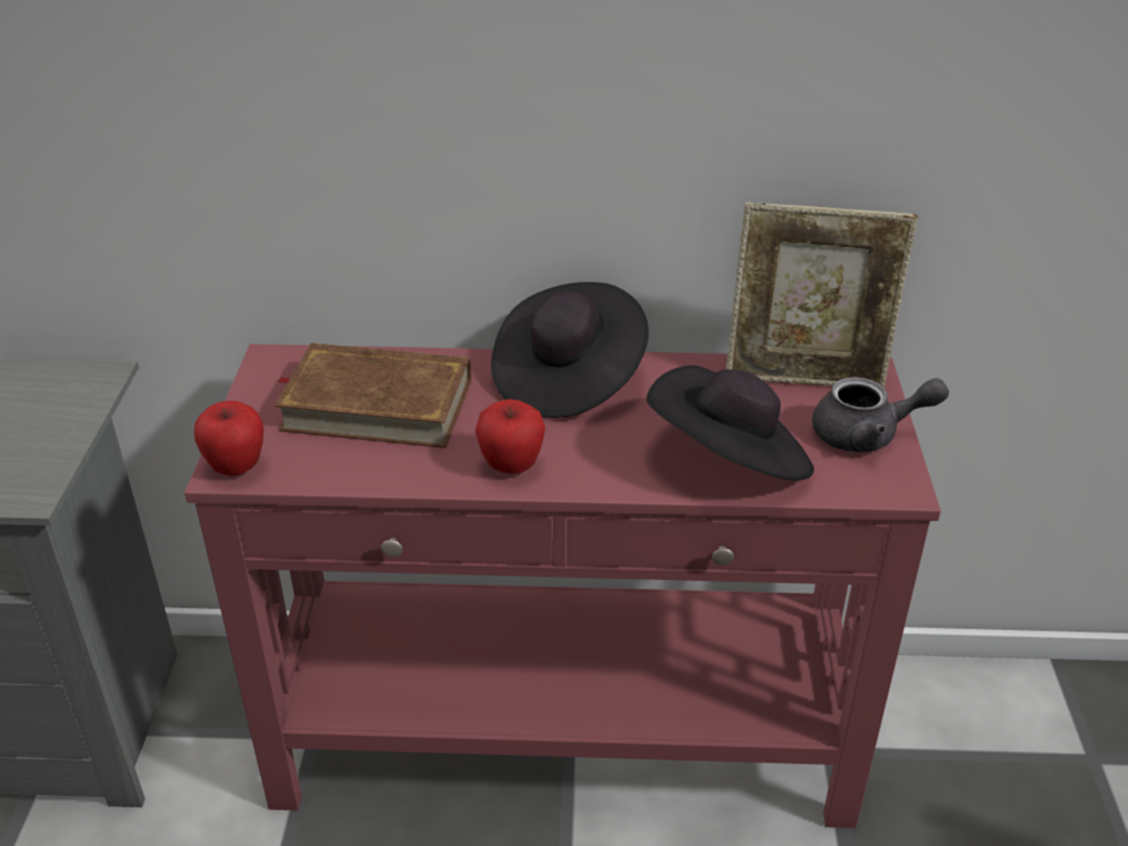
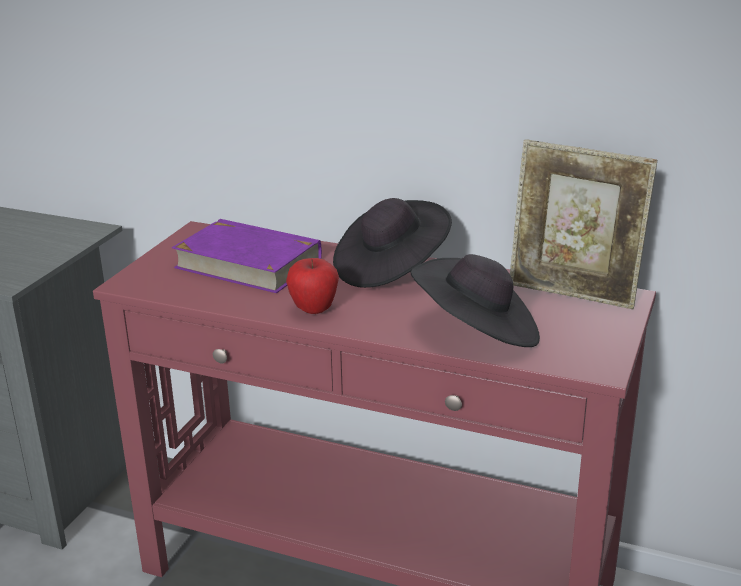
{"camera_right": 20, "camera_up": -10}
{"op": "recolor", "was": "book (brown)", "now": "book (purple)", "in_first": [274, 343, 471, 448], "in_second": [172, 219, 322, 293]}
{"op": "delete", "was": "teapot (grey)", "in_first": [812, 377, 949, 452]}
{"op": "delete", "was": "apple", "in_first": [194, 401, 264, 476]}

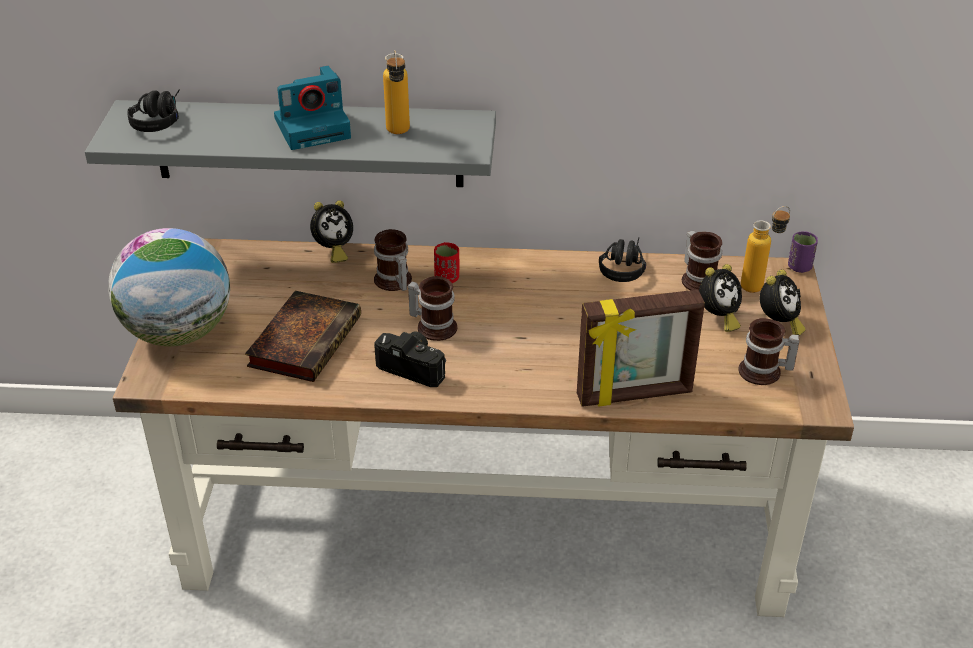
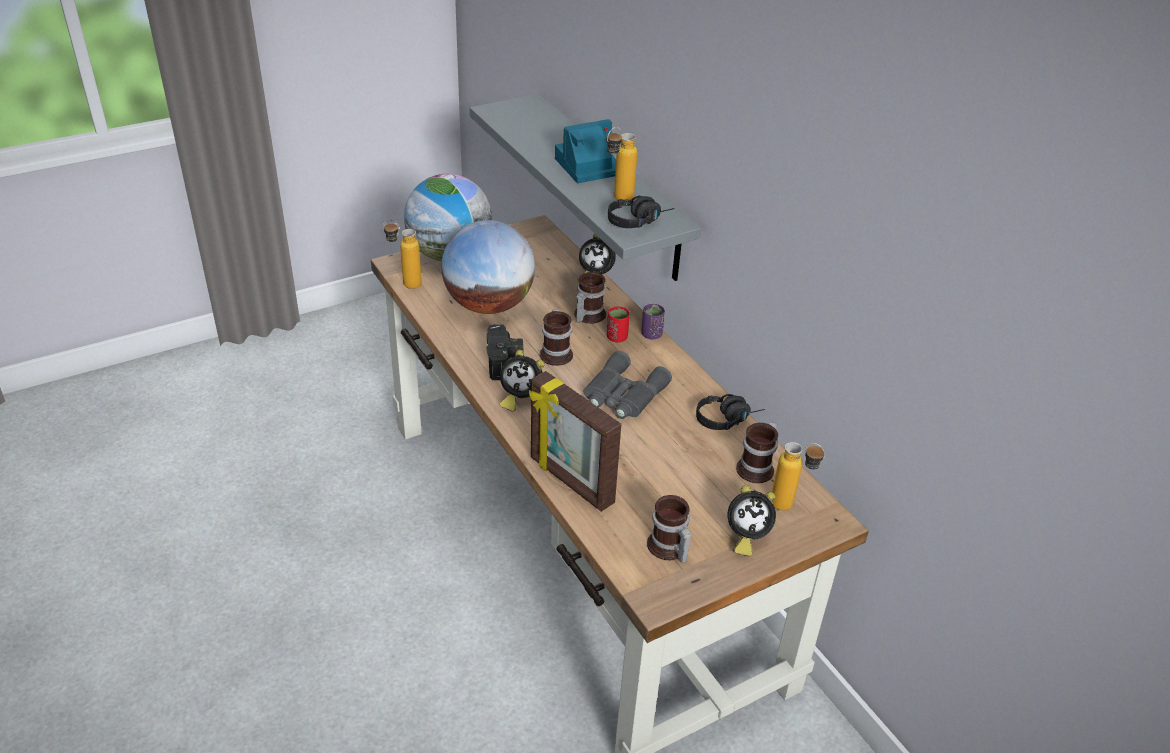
{"camera_right": 55, "camera_up": 0}
{"op": "rotate", "was": "photo camera", "in_first": [274, 66, 351, 150], "in_second": [555, 119, 616, 183], "clockwise": 120}
{"op": "move", "was": "headphones (black)", "in_first": [127, 90, 180, 132], "in_second": [608, 196, 675, 228]}
{"op": "move", "was": "cup (purple)", "in_first": [788, 231, 818, 273], "in_second": [642, 304, 665, 340]}
{"op": "move", "was": "alarm clock", "in_first": [699, 264, 742, 332], "in_second": [500, 350, 545, 412]}
{"op": "replace", "was": "book", "now": "globe", "in_first": [245, 291, 361, 382], "in_second": [441, 220, 535, 314]}
{"op": "insert", "now": "bottle", "in_second": [383, 219, 422, 289]}
{"op": "insert", "now": "binoculars (grey)", "in_second": [584, 351, 672, 419]}

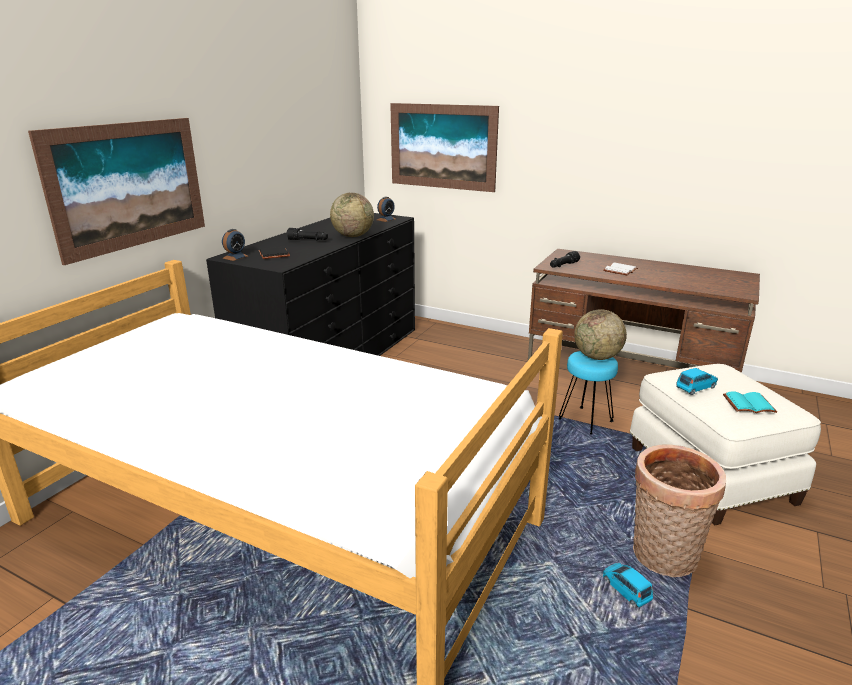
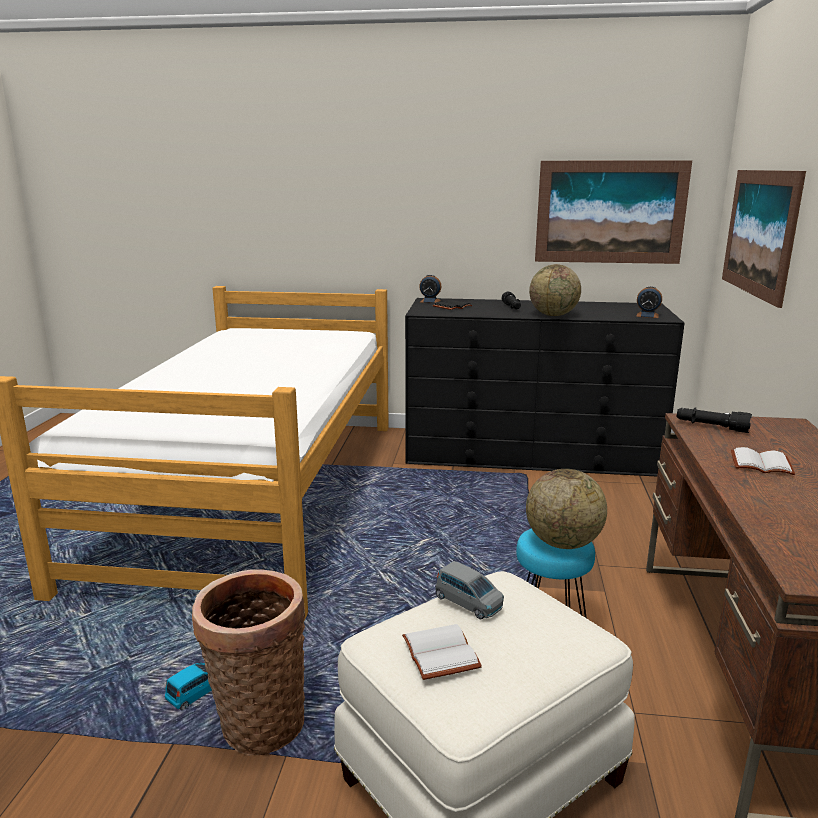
{"camera_right": 70, "camera_up": -5}
{"op": "move", "was": "picture", "in_first": [28, 118, 205, 265], "in_second": [535, 161, 692, 264]}
{"op": "recolor", "was": "toy car (blue)", "now": "toy car (grey)", "in_first": [676, 368, 718, 395], "in_second": [435, 561, 504, 619]}
{"op": "recolor", "was": "book (turquoise)", "now": "book (white)", "in_first": [723, 391, 777, 413], "in_second": [402, 624, 482, 680]}

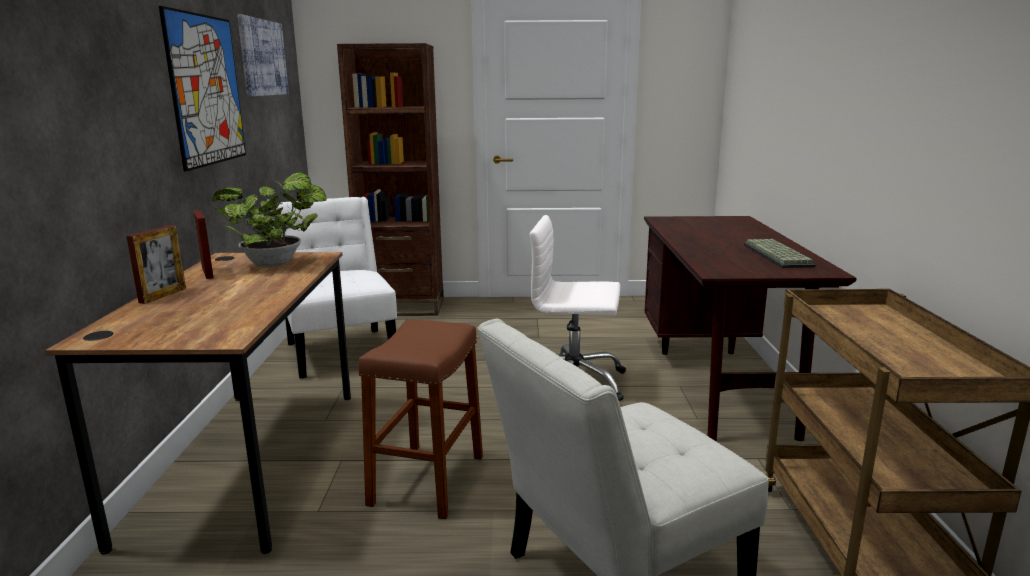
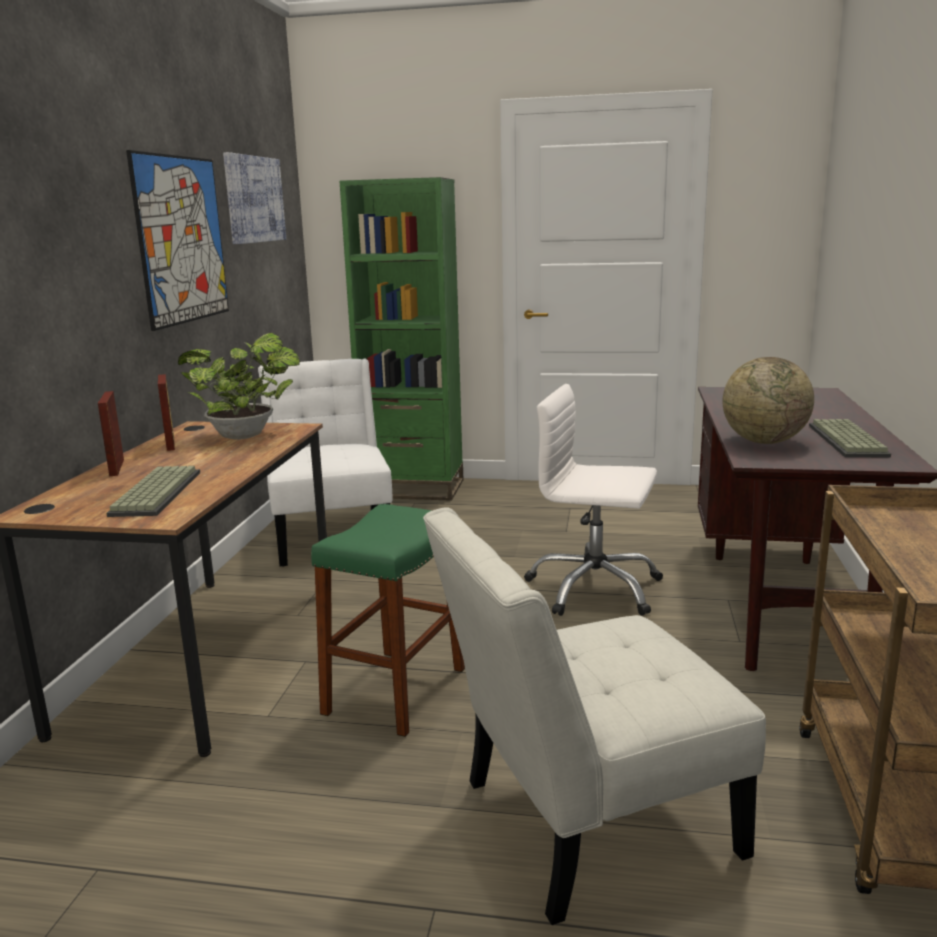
{"camera_right": 10, "camera_up": 0}
{"op": "recolor", "was": "bookcase (brown)", "now": "bookcase (green)", "in_first": [337, 43, 444, 316], "in_second": [339, 177, 463, 501]}
{"op": "rotate", "was": "picture frame", "in_first": [127, 225, 186, 304], "in_second": [98, 391, 124, 476], "clockwise": 135}
{"op": "recolor", "was": "stool (brown)", "now": "stool (green)", "in_first": [358, 319, 483, 519], "in_second": [311, 504, 465, 737]}
{"op": "insert", "now": "globe", "in_second": [722, 357, 814, 444]}
{"op": "insert", "now": "keyboard", "in_second": [107, 466, 200, 517]}

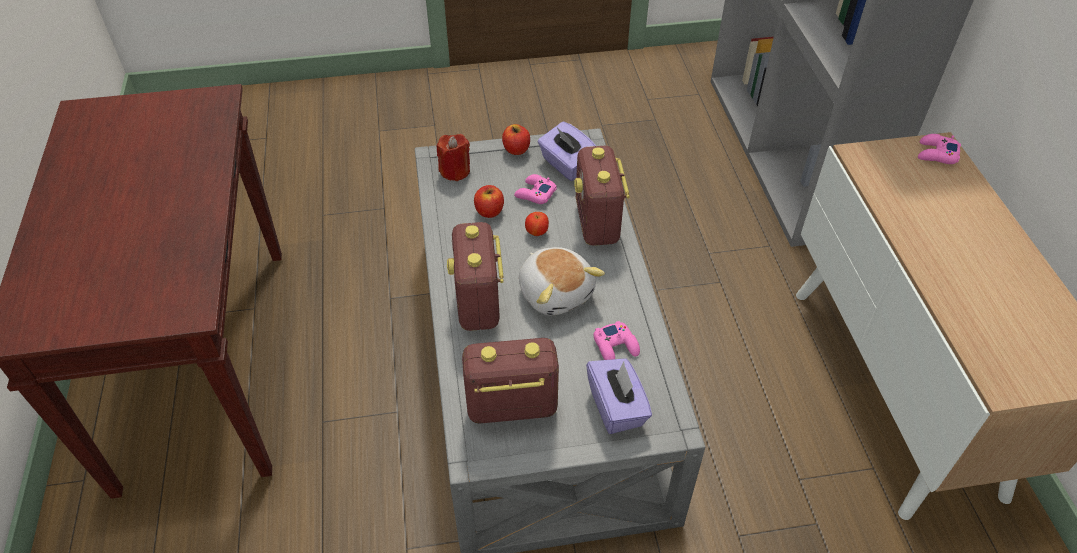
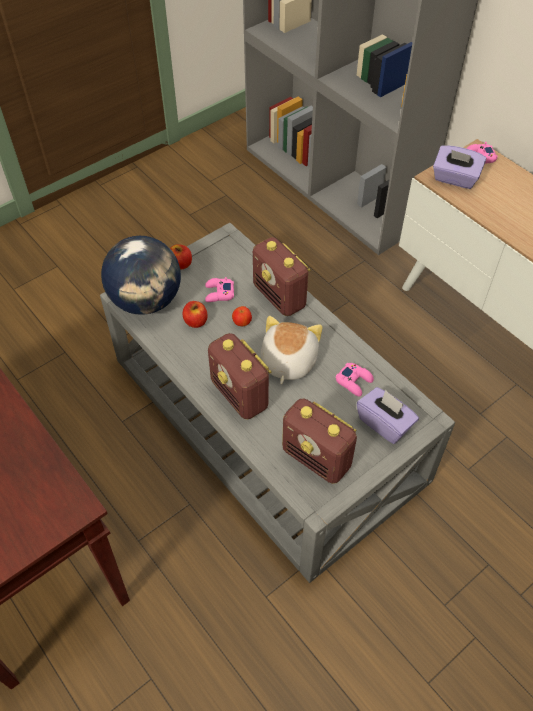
{"camera_right": -30, "camera_up": 5}
{"op": "move", "was": "tissue box (purple)", "in_first": [538, 122, 596, 181], "in_second": [433, 145, 487, 189]}
{"op": "replace", "was": "candle (red)", "now": "globe", "in_first": [437, 134, 470, 181], "in_second": [101, 236, 181, 315]}
{"op": "rotate", "was": "plush toy", "in_first": [519, 247, 605, 316], "in_second": [261, 316, 322, 384], "clockwise": -105}
{"op": "rotate", "was": "radio", "in_first": [462, 338, 559, 424], "in_second": [282, 399, 357, 484], "clockwise": -105}

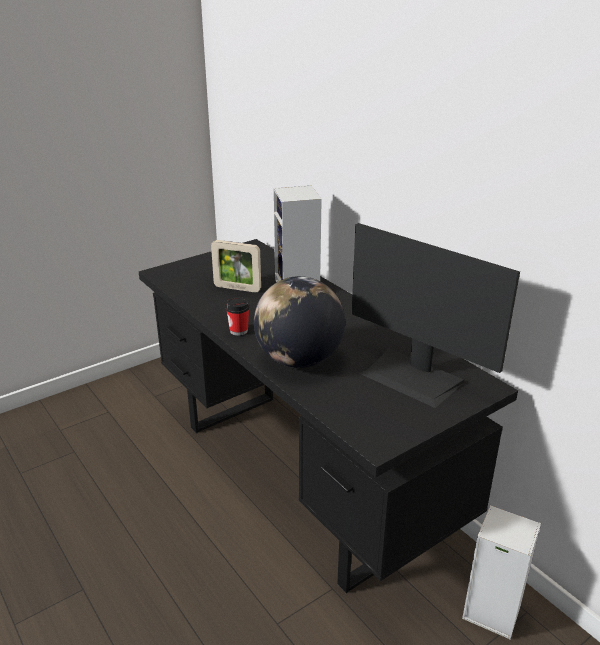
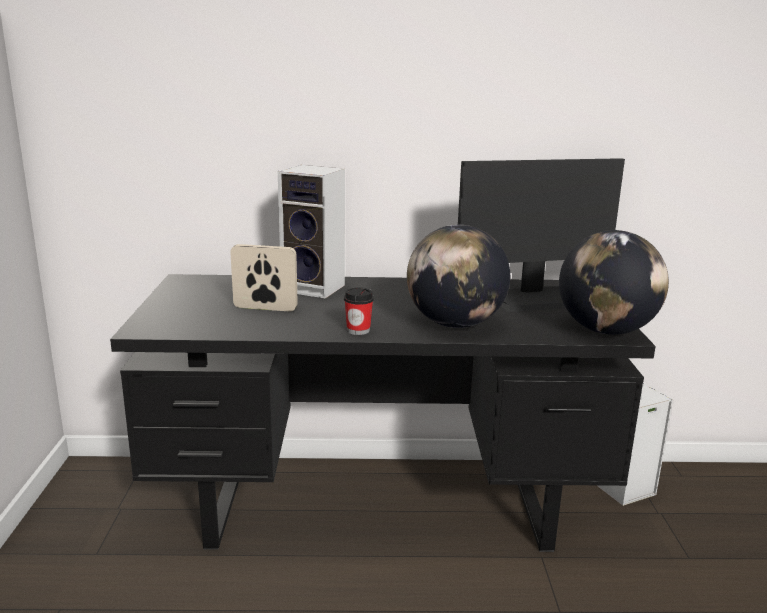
{"camera_right": -55, "camera_up": -10}
{"op": "rotate", "was": "picture frame", "in_first": [211, 240, 261, 293], "in_second": [230, 244, 298, 312], "clockwise": -135}
{"op": "insert", "now": "globe", "in_second": [559, 230, 669, 335]}

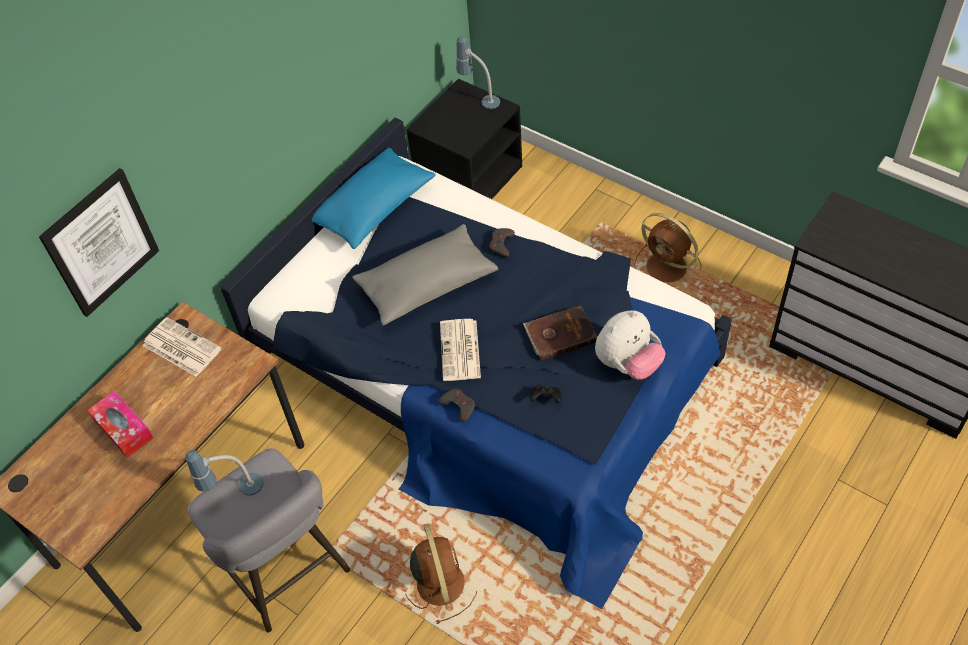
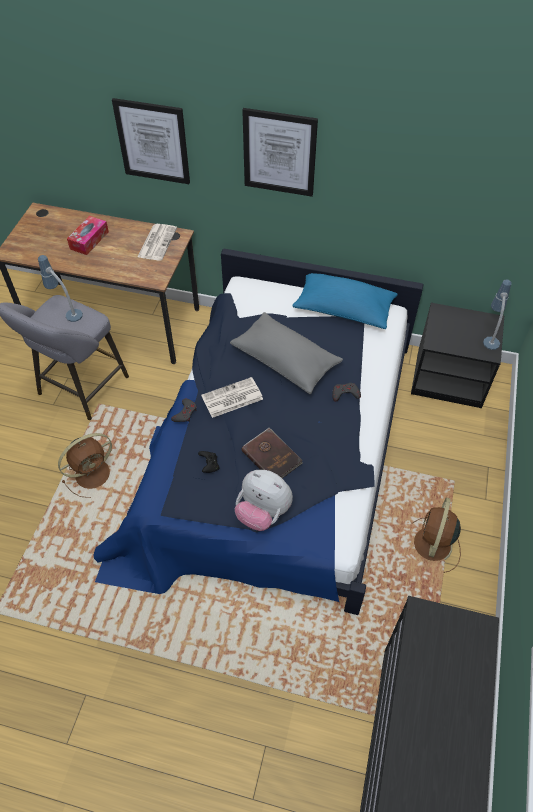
{"camera_right": 65, "camera_up": 0}
{"op": "insert", "now": "picture", "in_second": [242, 108, 318, 197]}

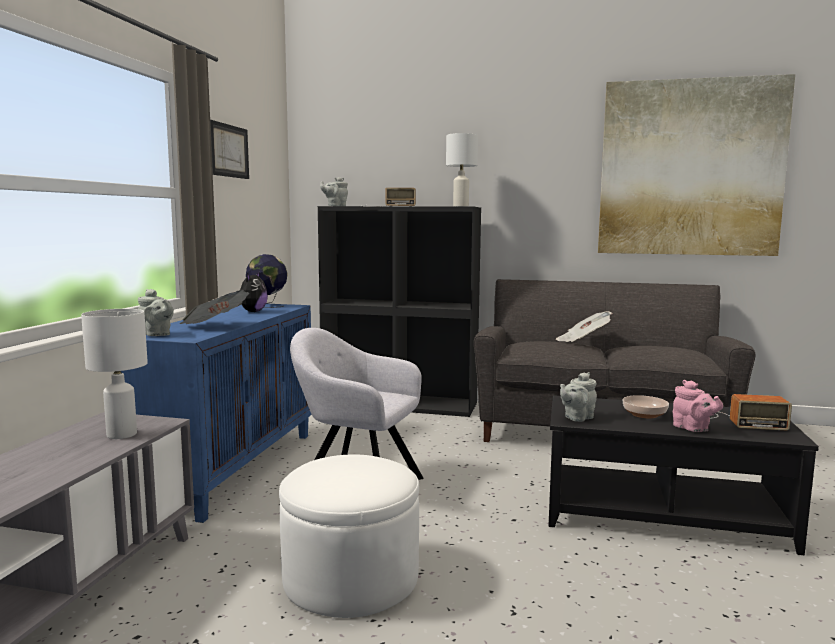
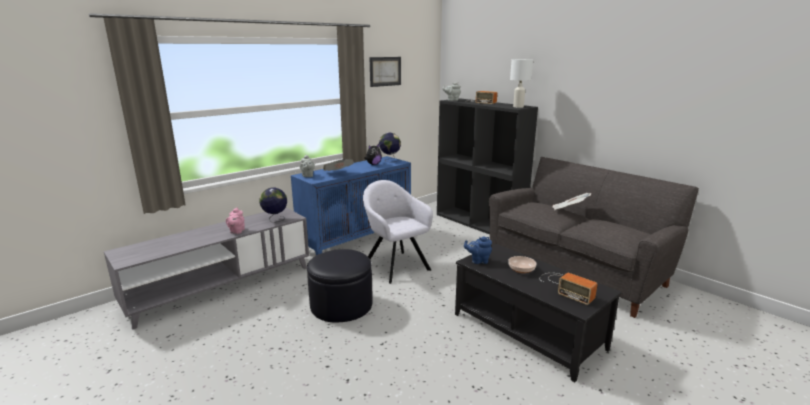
{"camera_right": 35, "camera_up": 10}
{"op": "delete", "was": "picture", "in_first": [598, 74, 795, 256]}
{"op": "replace", "was": "table lamp (white)", "now": "globe", "in_first": [81, 309, 148, 439], "in_second": [259, 187, 287, 222]}
{"op": "recolor", "was": "teapot (grey)", "now": "teapot (blue)", "in_first": [560, 372, 597, 422], "in_second": [464, 237, 492, 264]}
{"op": "move", "was": "teapot (pink)", "in_first": [672, 380, 723, 432], "in_second": [226, 207, 245, 234]}
{"op": "recolor", "was": "ottoman (white)", "now": "ottoman (black)", "in_first": [279, 455, 419, 618], "in_second": [307, 249, 373, 322]}

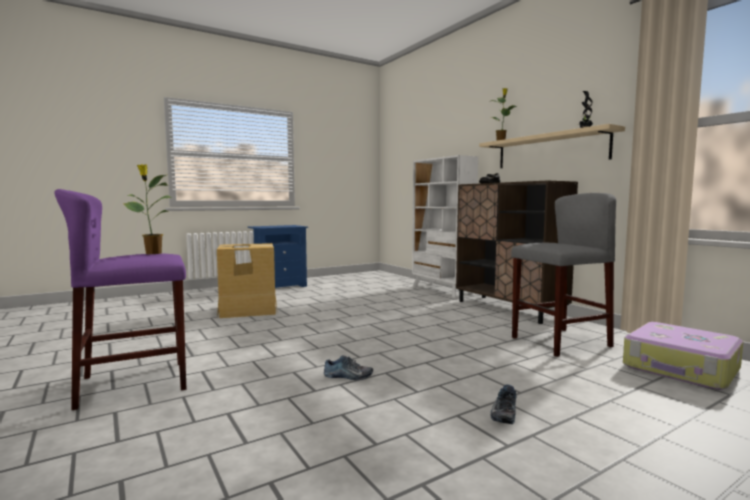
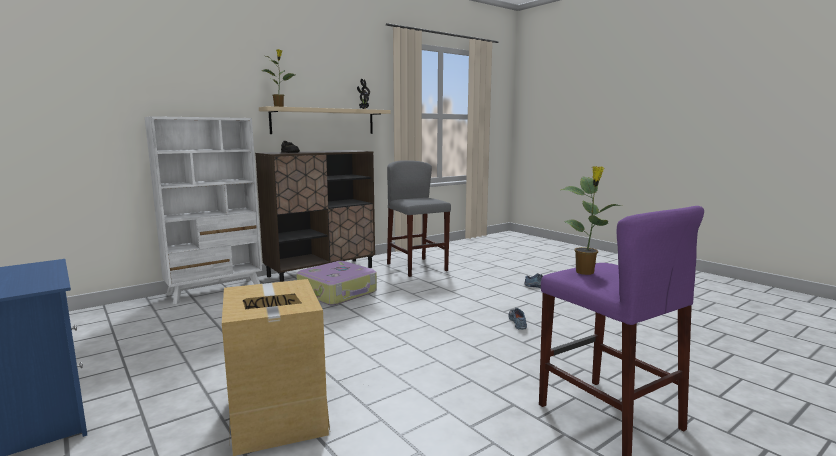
{"camera_right": -95, "camera_up": 5}
{"op": "move", "was": "suitcase", "in_first": [623, 322, 743, 390], "in_second": [296, 261, 377, 305]}

